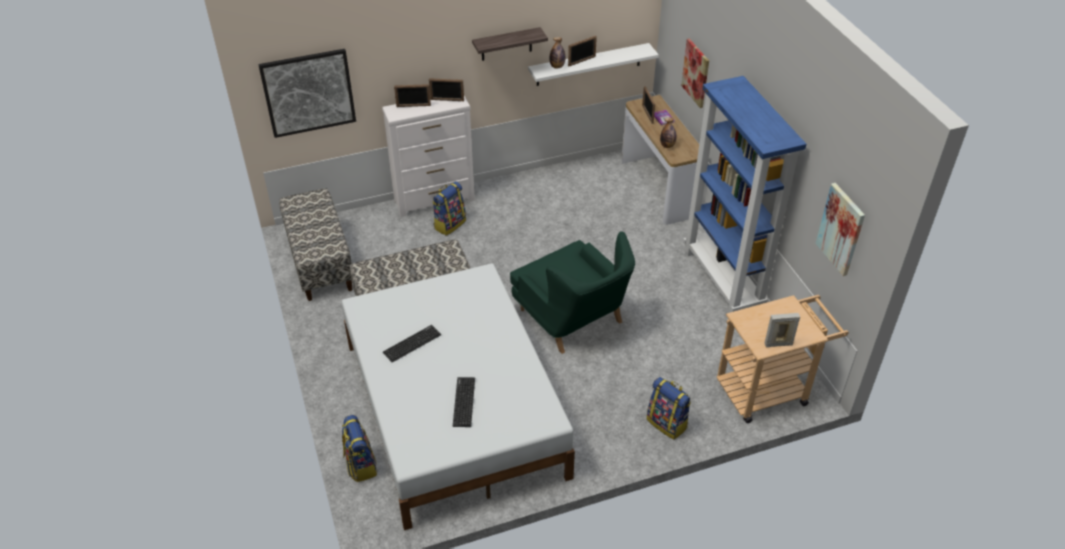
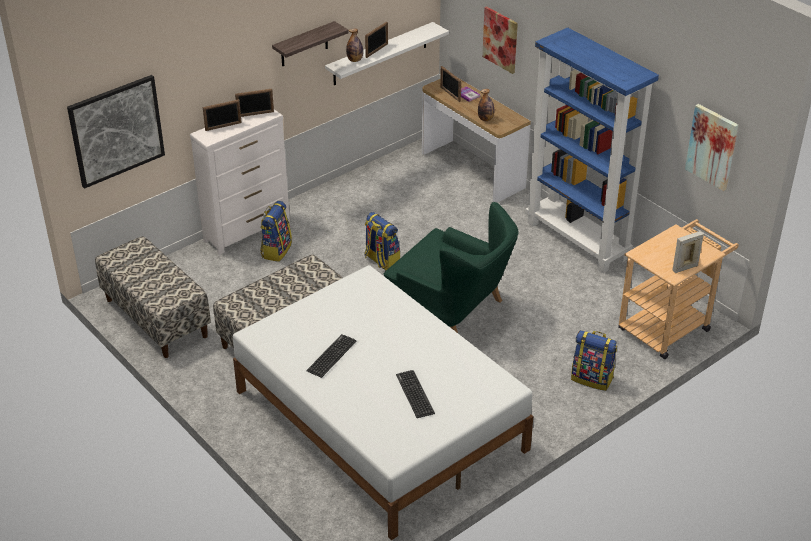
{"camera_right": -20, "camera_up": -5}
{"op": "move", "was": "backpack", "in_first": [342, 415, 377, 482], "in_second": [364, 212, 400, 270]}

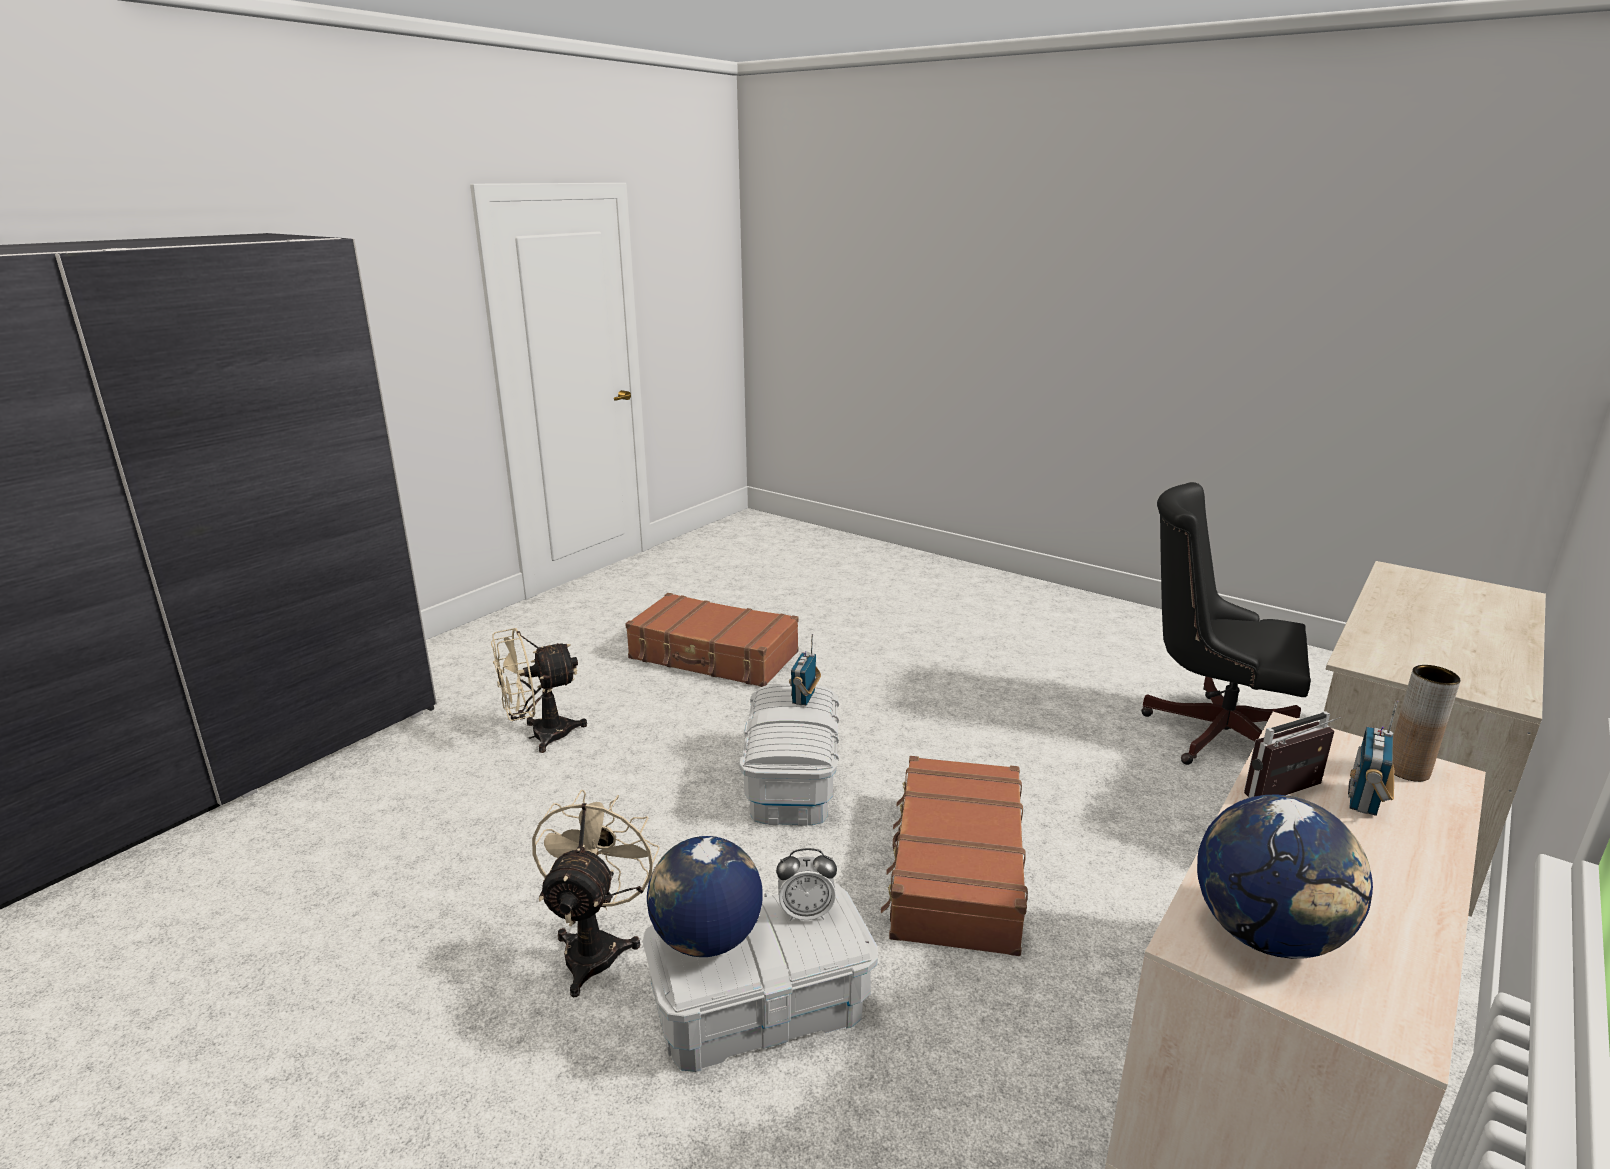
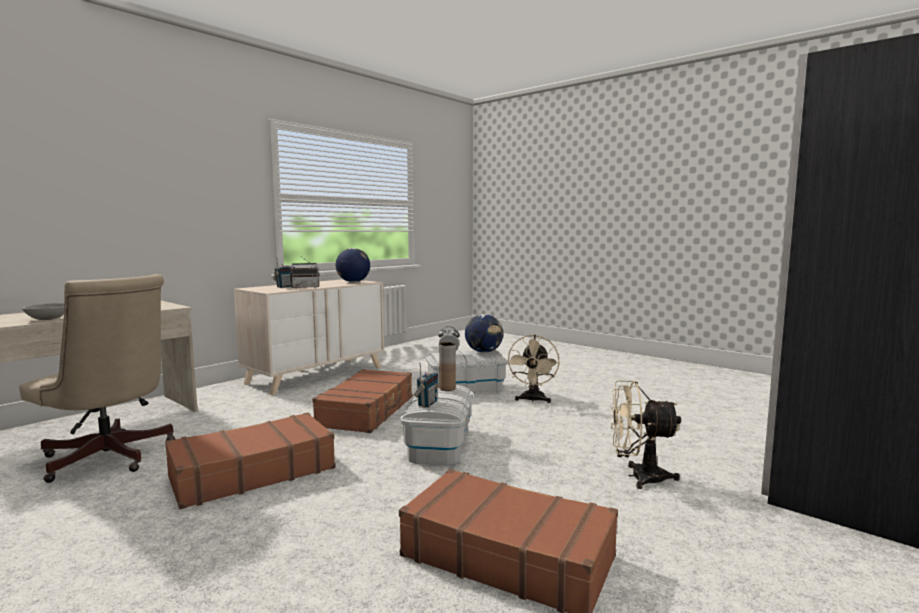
{"camera_right": -175, "camera_up": -15}
{"op": "recolor", "was": "office chair (black)", "now": "office chair (beige)", "in_first": [1141, 482, 1311, 765], "in_second": [19, 274, 175, 483]}
{"op": "rotate", "was": "fan (beige)", "in_first": [491, 628, 587, 753], "in_second": [611, 380, 681, 489], "clockwise": -150}
{"op": "move", "was": "vase (brown)", "in_first": [1393, 665, 1461, 782], "in_second": [439, 342, 456, 391]}
{"op": "insert", "now": "bowl (grey)", "in_second": [22, 303, 64, 320]}
{"op": "insert", "now": "suitcase (brown)", "in_second": [165, 412, 336, 509]}

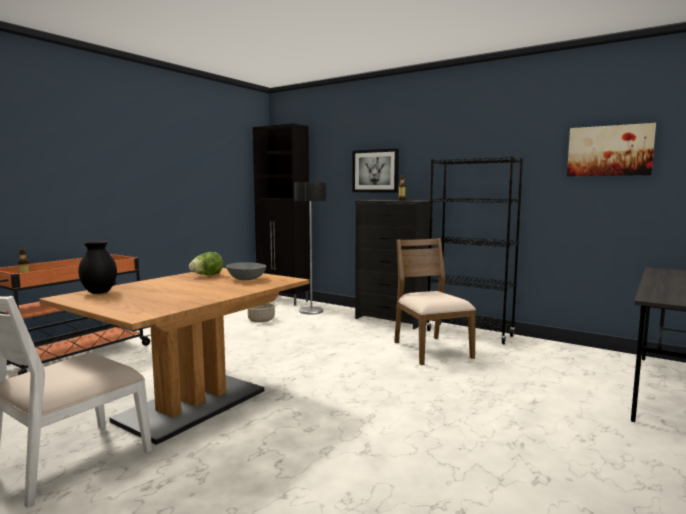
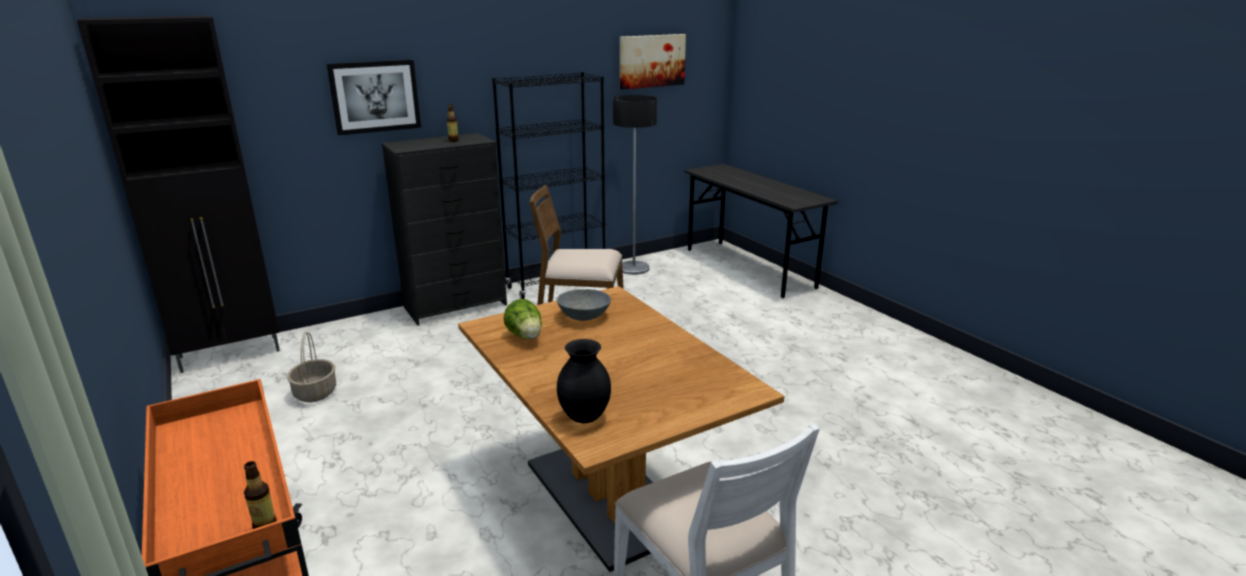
{"camera_right": -65, "camera_up": 15}
{"op": "move", "was": "floor lamp", "in_first": [294, 182, 326, 315], "in_second": [613, 95, 657, 275]}

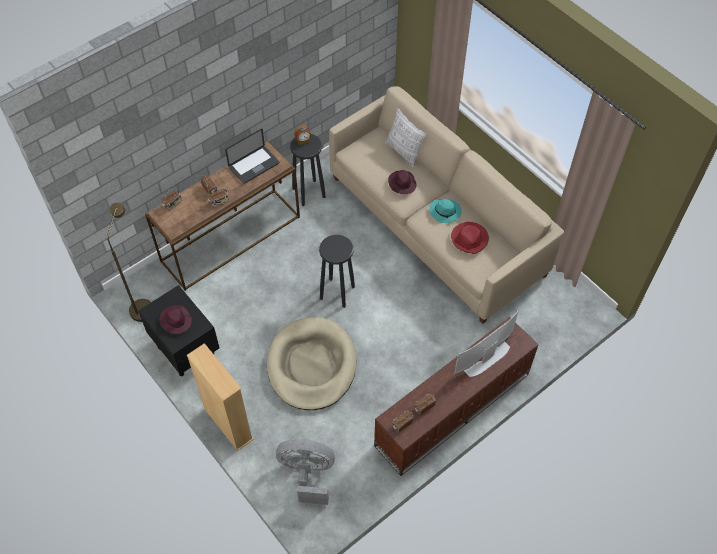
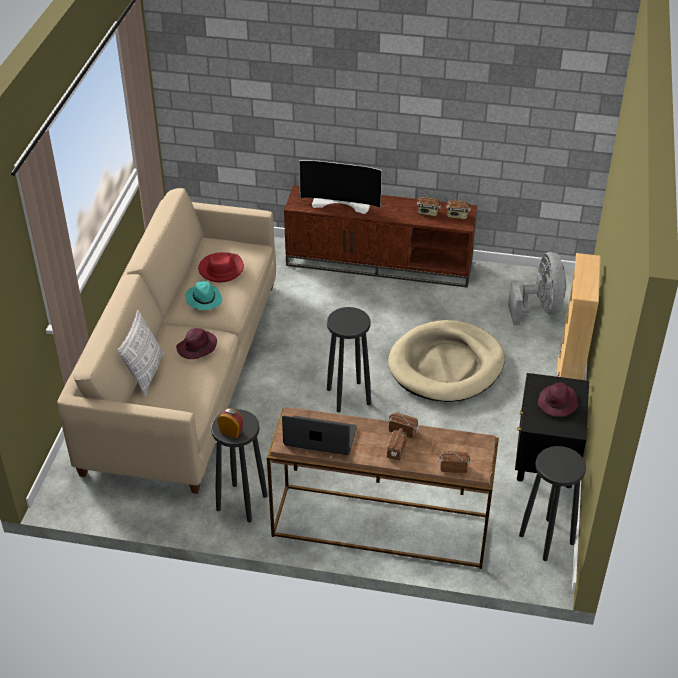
{"camera_right": -130, "camera_up": -15}
{"op": "replace", "was": "floor lamp (brown)", "now": "stool (black)", "in_first": [107, 202, 151, 322], "in_second": [519, 446, 586, 561]}
{"op": "rotate", "was": "fan (grey)", "in_first": [276, 439, 335, 505], "in_second": [508, 252, 566, 325], "clockwise": -150}

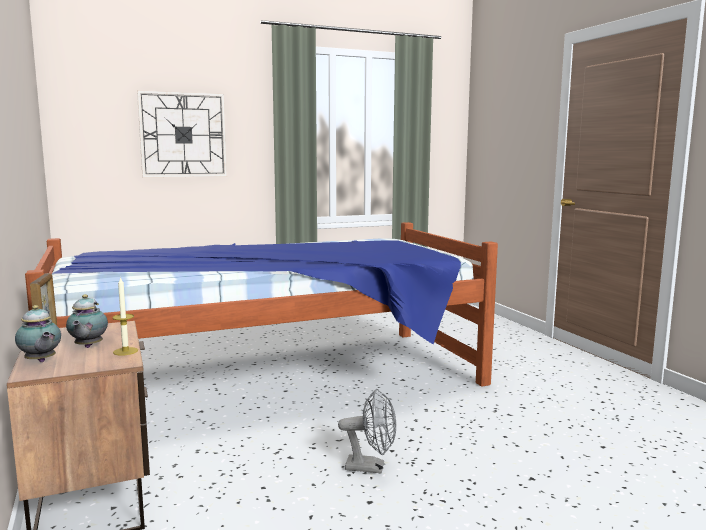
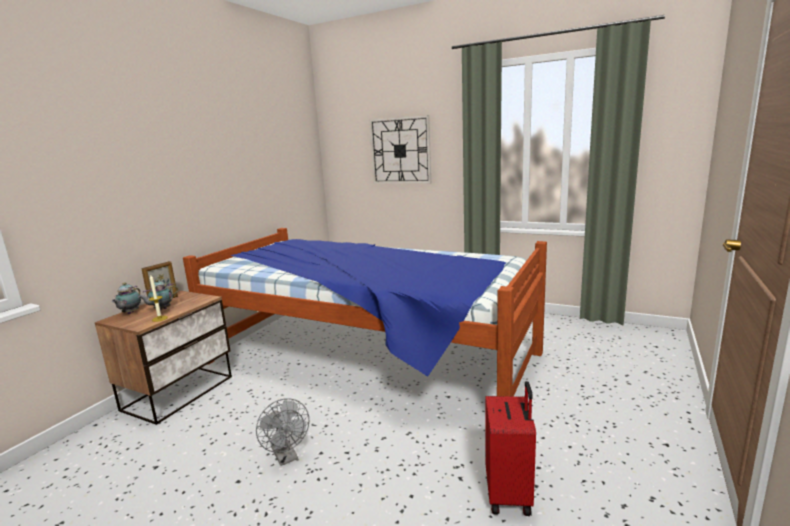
{"camera_right": 50, "camera_up": 5}
{"op": "insert", "now": "suitcase (red)", "in_second": [485, 381, 536, 516]}

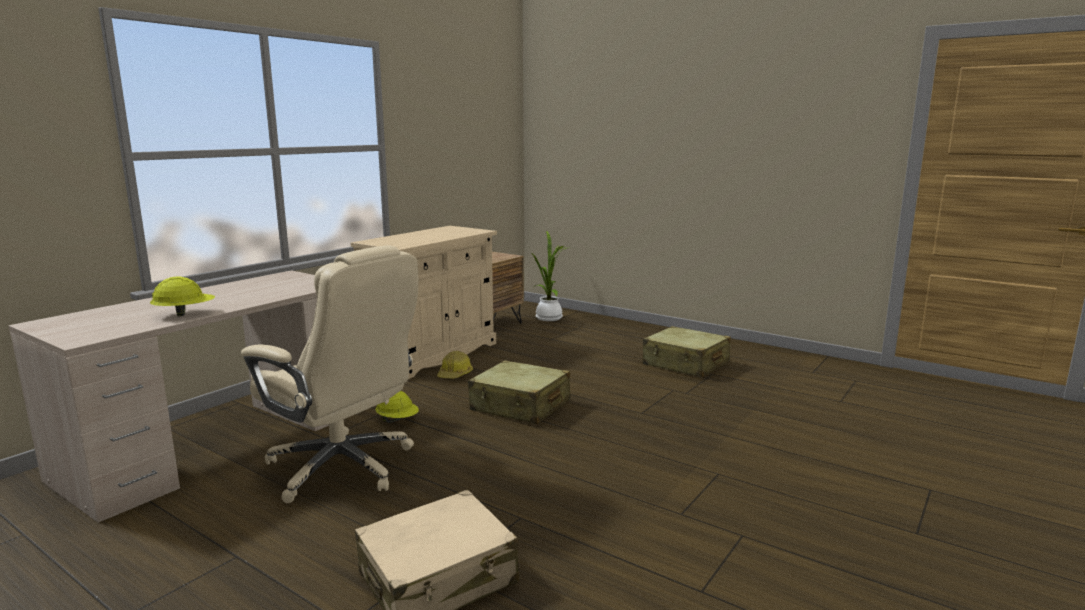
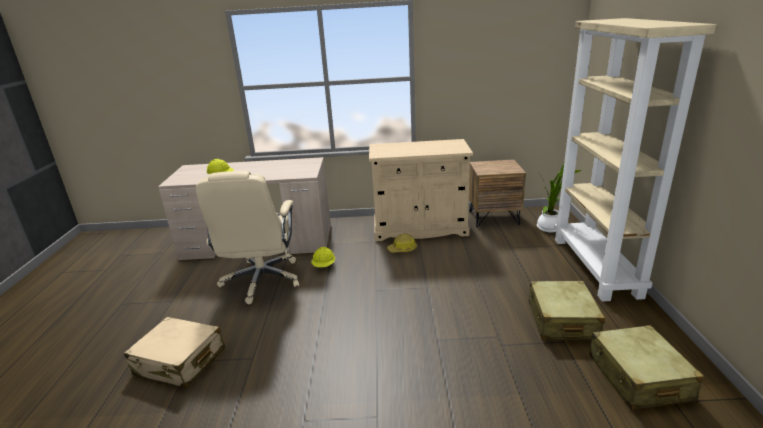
{"camera_right": 55, "camera_up": 10}
{"op": "move", "was": "suitcase (beige)", "in_first": [468, 360, 570, 424], "in_second": [590, 325, 704, 410]}
{"op": "insert", "now": "bookcase (beige)", "in_second": [554, 18, 717, 302]}

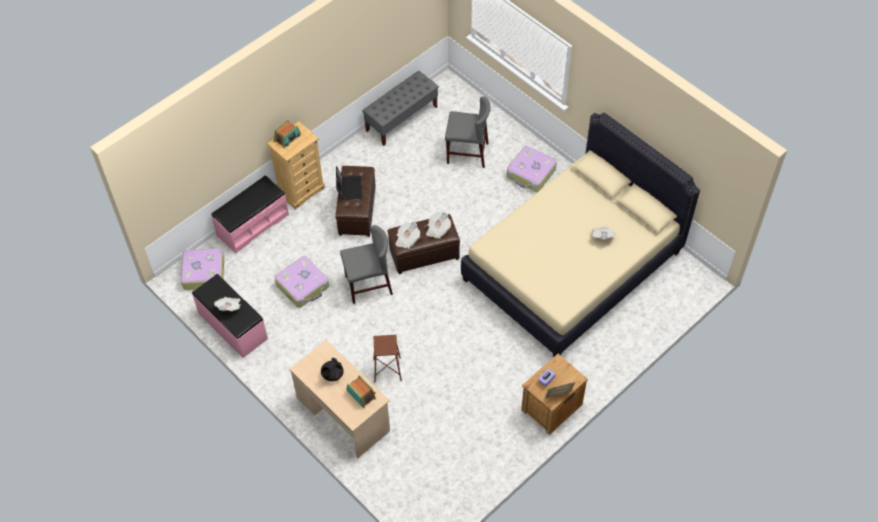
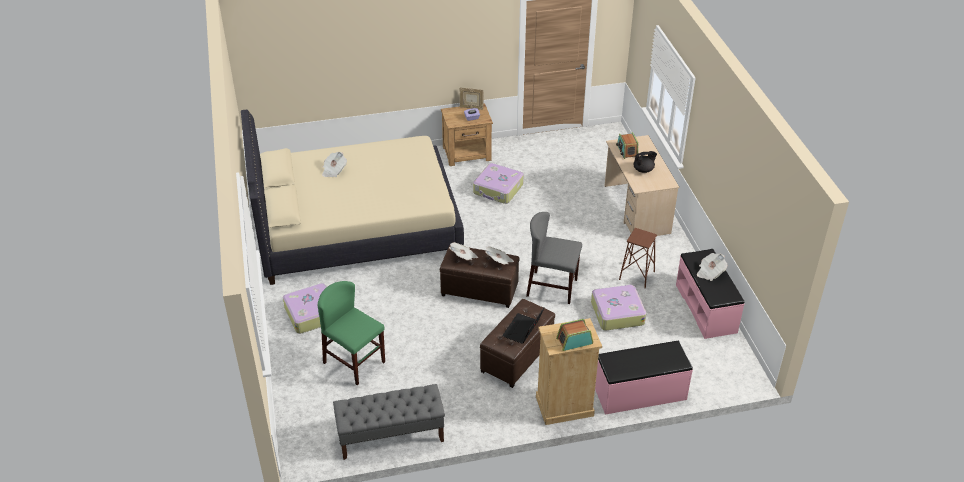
{"camera_right": -150, "camera_up": -15}
{"op": "recolor", "was": "chair (grey)", "now": "chair (green)", "in_first": [445, 97, 490, 168], "in_second": [318, 281, 385, 385]}
{"op": "move", "was": "suitcase", "in_first": [181, 248, 224, 290], "in_second": [473, 163, 524, 204]}
{"op": "move", "was": "stool (brown)", "in_first": [373, 335, 402, 382], "in_second": [619, 228, 657, 288]}

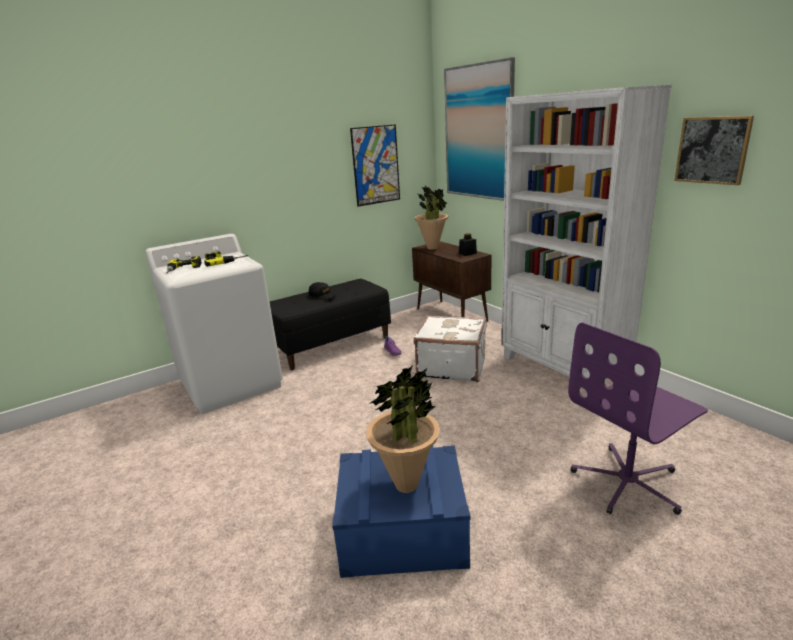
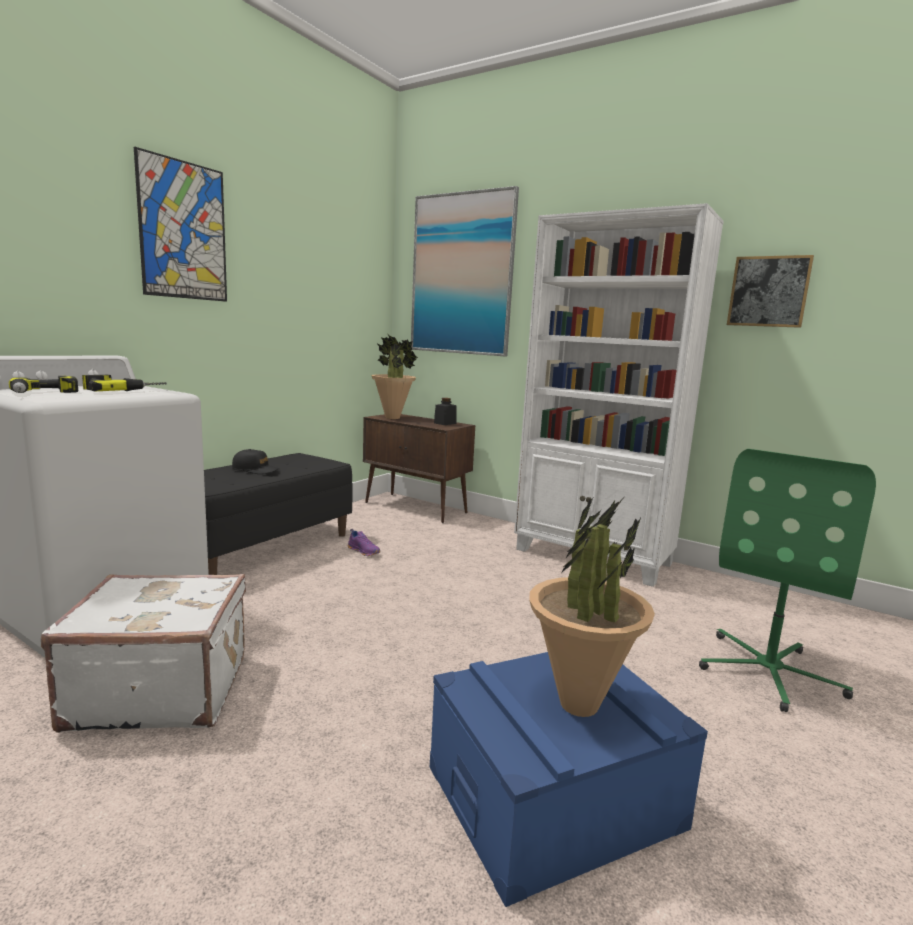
{"camera_right": -25, "camera_up": -10}
{"op": "move", "was": "picture", "in_first": [350, 124, 400, 207], "in_second": [134, 147, 227, 302]}
{"op": "move", "was": "suitcase (white)", "in_first": [414, 315, 487, 382], "in_second": [41, 574, 246, 733]}
{"op": "recolor", "was": "office chair (purple)", "now": "office chair (green)", "in_first": [568, 322, 708, 515], "in_second": [699, 449, 876, 712]}

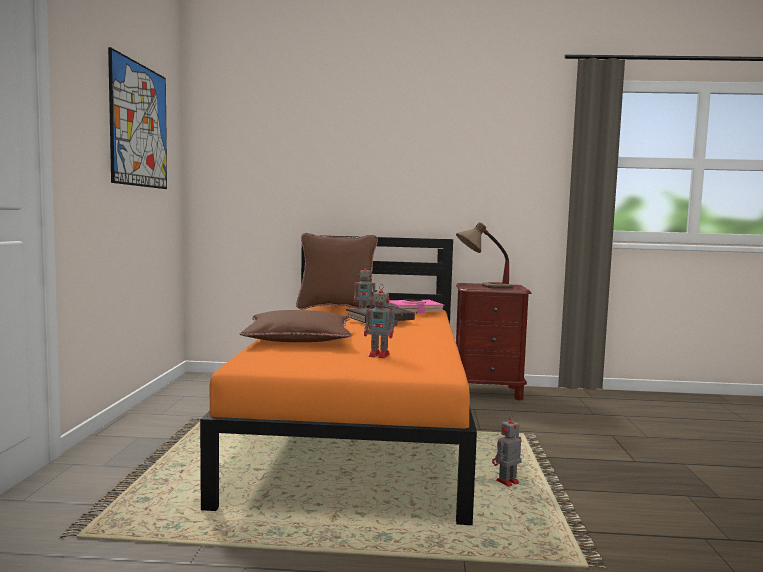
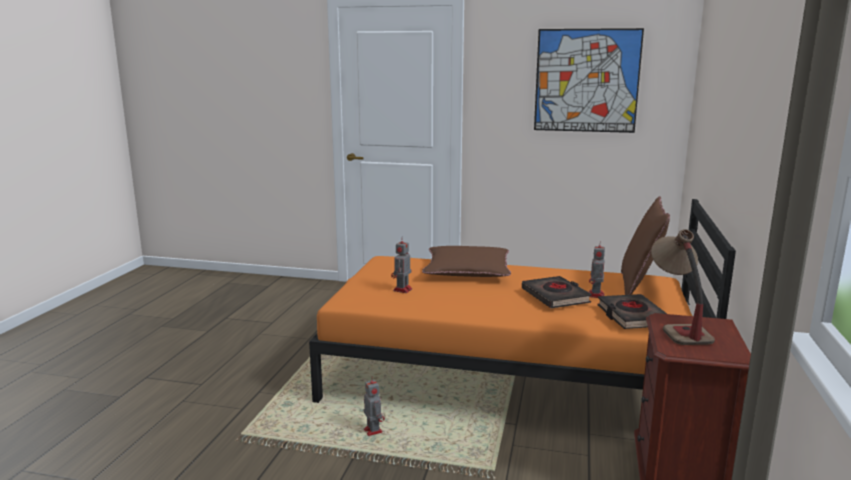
{"camera_right": 100, "camera_up": 10}
{"op": "recolor", "was": "book (pink)", "now": "book (black)", "in_first": [387, 299, 444, 313], "in_second": [597, 294, 667, 329]}

